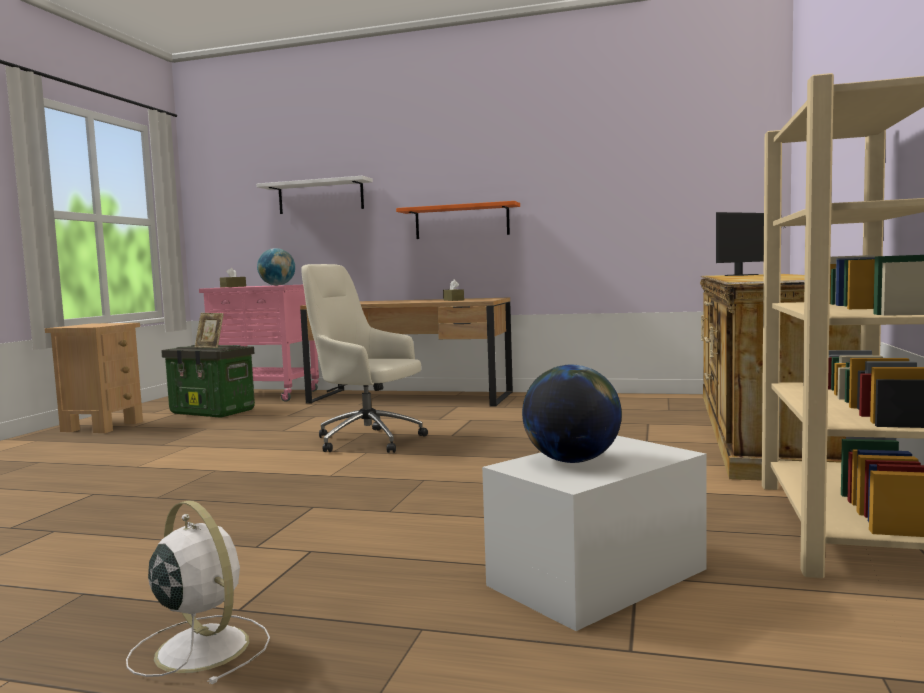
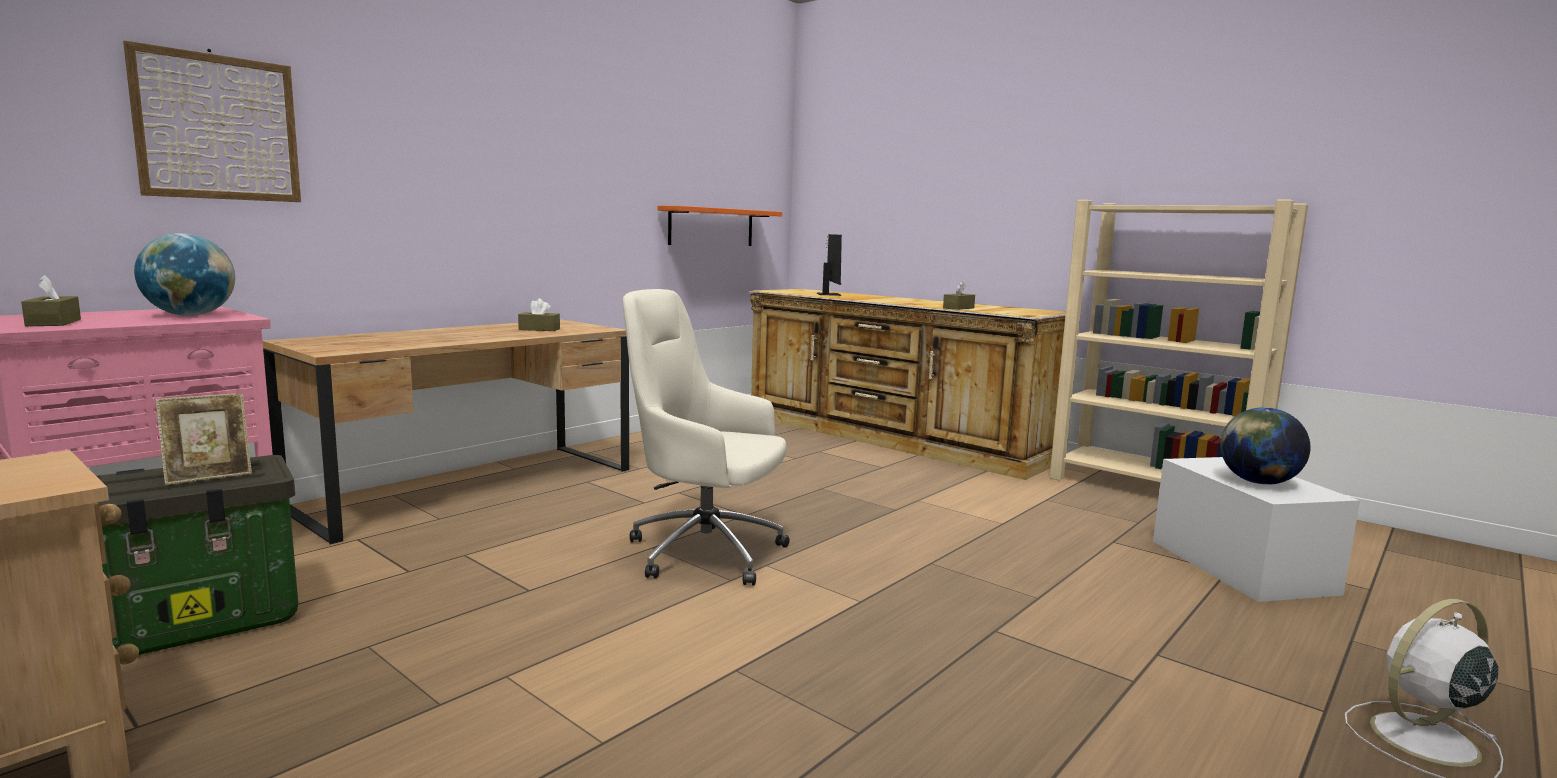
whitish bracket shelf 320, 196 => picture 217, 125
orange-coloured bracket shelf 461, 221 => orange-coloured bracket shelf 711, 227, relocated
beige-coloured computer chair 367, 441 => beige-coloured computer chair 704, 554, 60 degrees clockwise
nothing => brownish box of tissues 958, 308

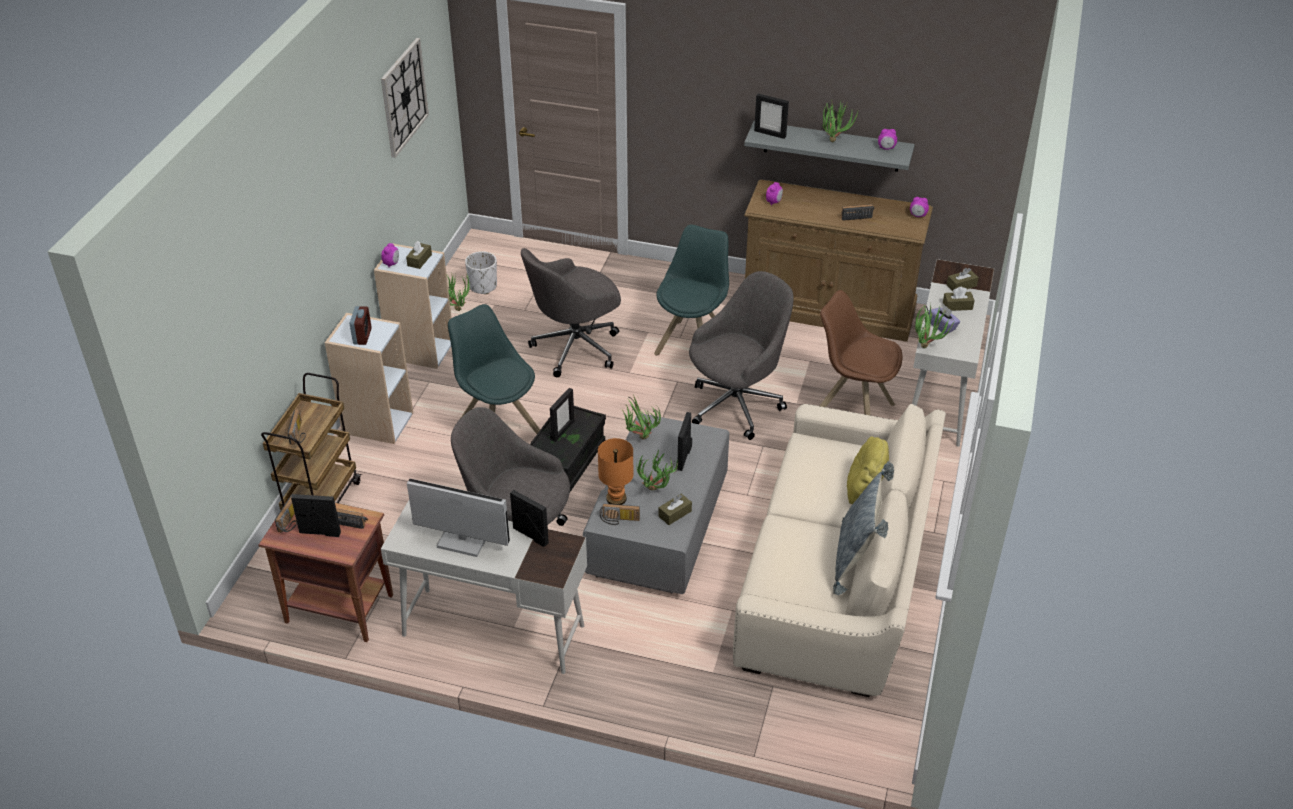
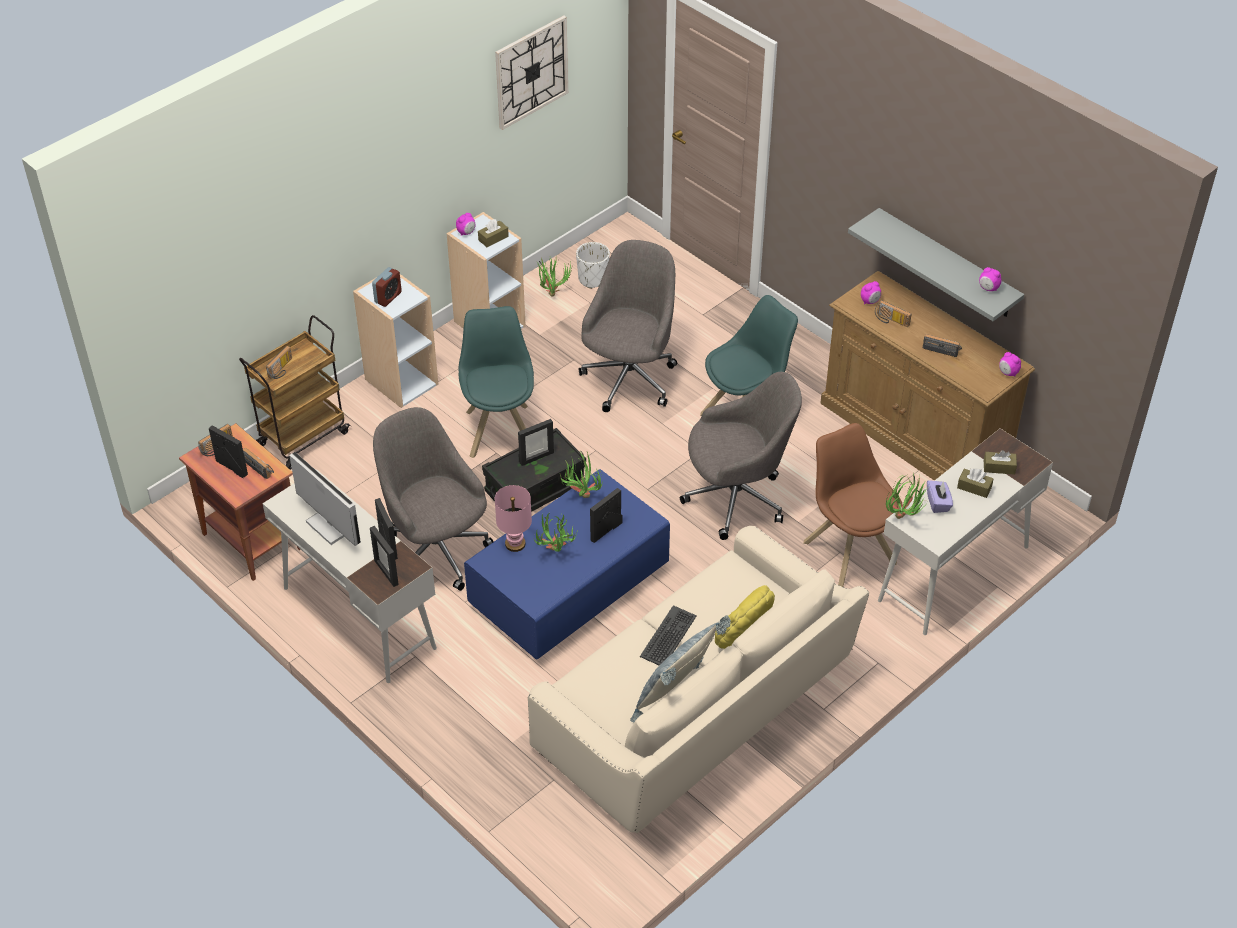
standing frame 770, 133 => standing frame 387, 572, relocated
potted plant 834, 139 => nothing
greyish computer chair 575, 349 => greyish computer chair 629, 379, 120 degrees clockwise
greyish coffee table 658, 528 => bluish coffee table 569, 589
orange-coloured table lamp 616, 498 => pinkish table lamp 515, 543
brownish box of tissues 675, 514 => nothing
radio set 619, 520 => radio set 890, 320, relocated
nothing => keyboard 669, 637

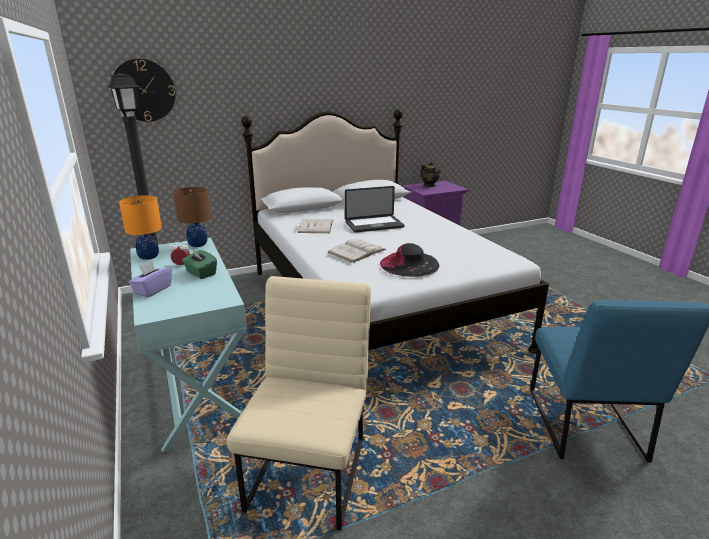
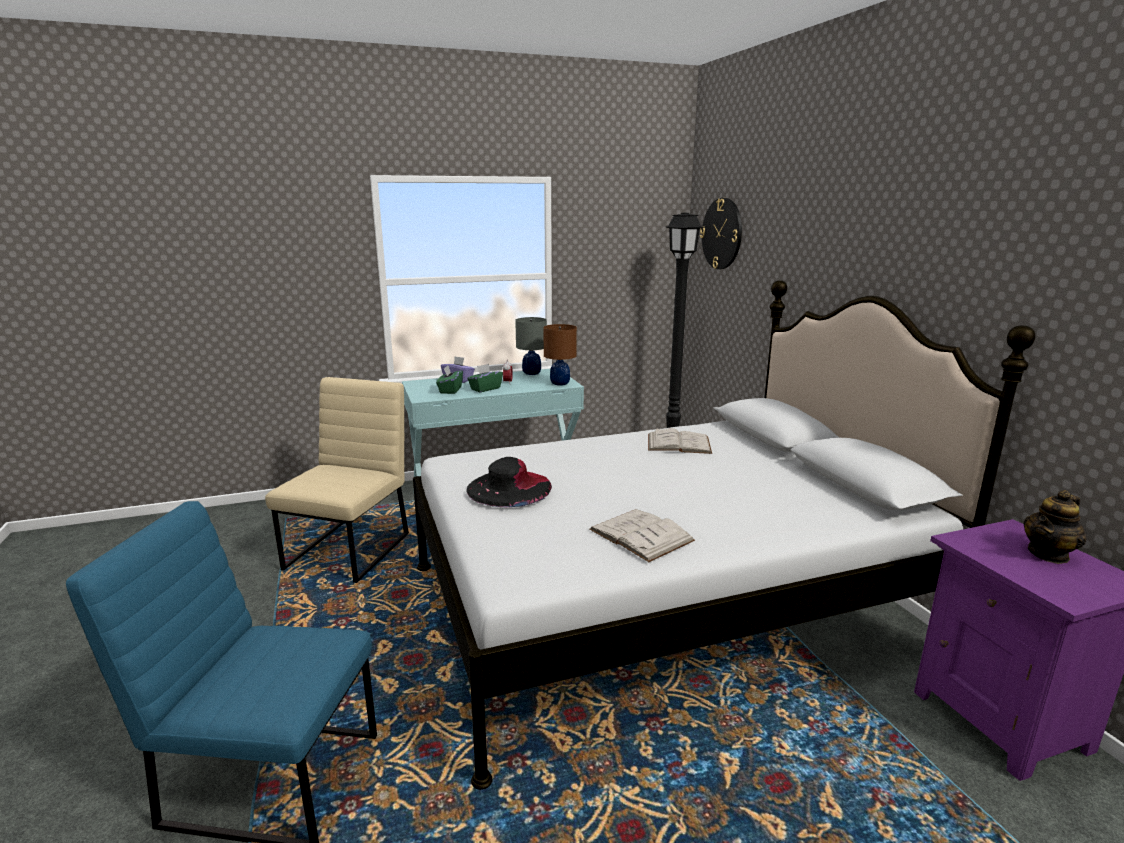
laptop 374, 225 => nothing
orange-coloured table lamp 150, 257 => greyish table lamp 532, 374
whitish bound book 357, 251 => whitish bound book 641, 535, relocated
beige-coloured chair 310, 470 => beige-coloured chair 351, 549, 90 degrees counterclockwise
nothing => green box of tissues 450, 390

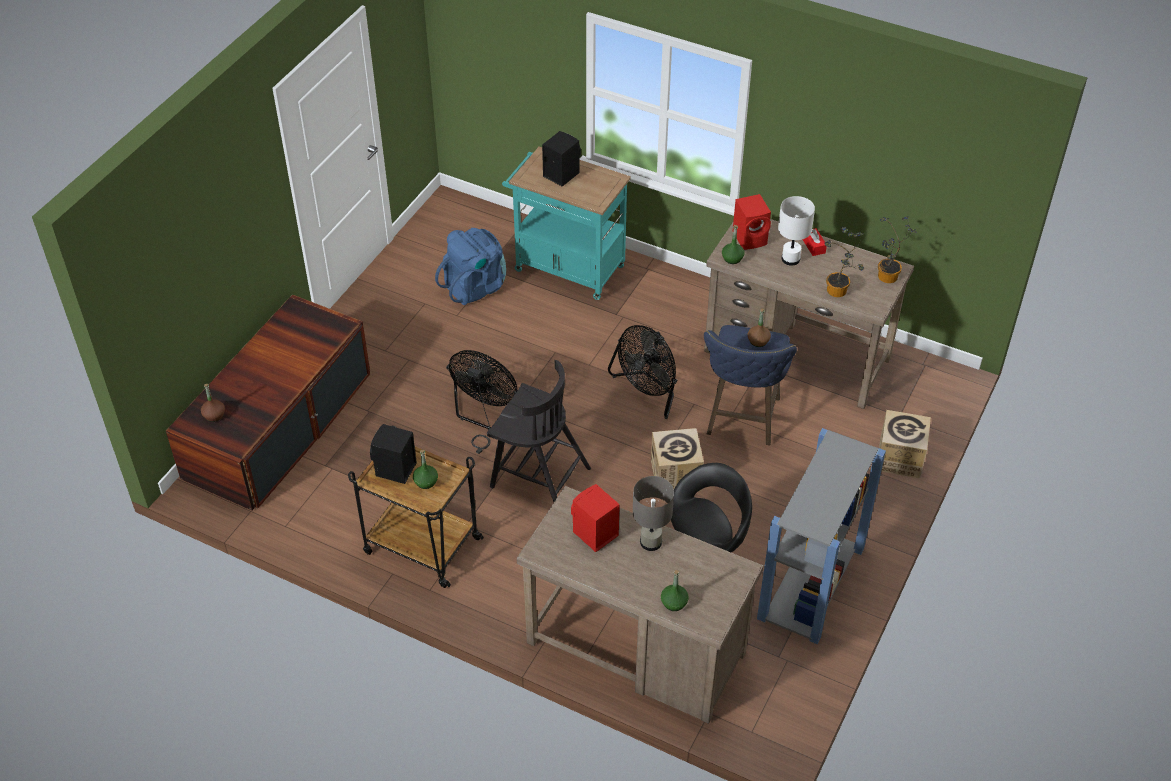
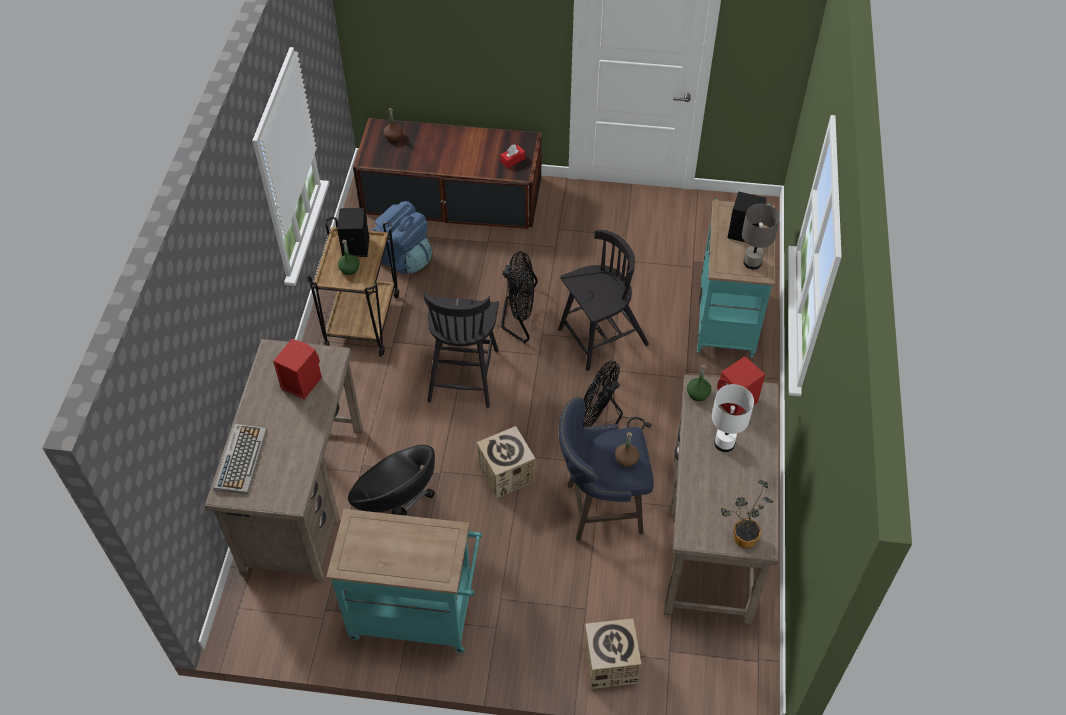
potted plant 838, 292 => nothing
bluish backpack 475, 286 => bluish backpack 403, 258, relocated
red-coloured box of tissues 813, 246 => red-coloured box of tissues 512, 160, relocated
greyish bookcase 810, 584 => turquoise-coloured wheeled cart 416, 616
greyish table lamp 650, 542 => greyish table lamp 752, 262, relocated
green drink bottle 674, 603 => keyboard 240, 459
nothing => blackish chair 601, 337

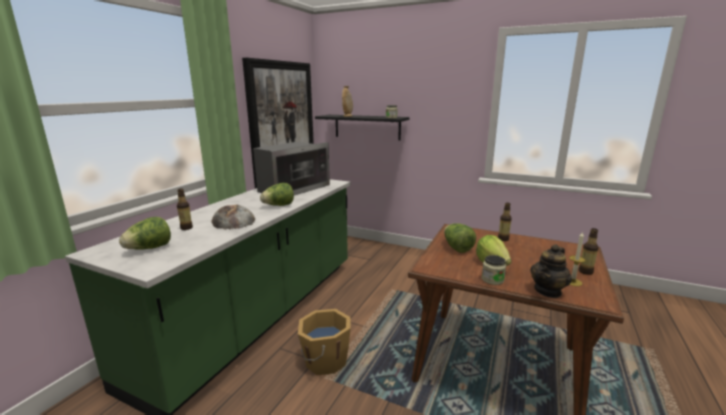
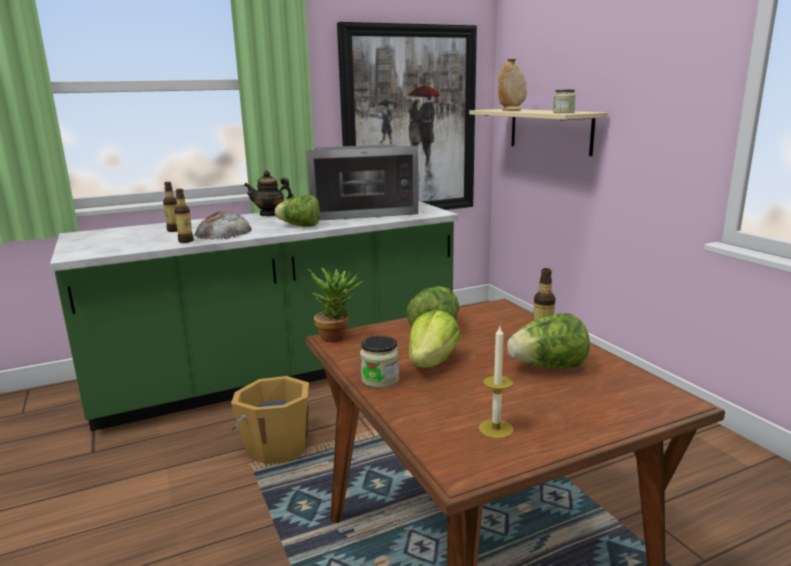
blackish bracket shelf 367, 127 => beige-coloured bracket shelf 550, 130
lettuce 149, 248 => lettuce 548, 367, relocated
drink bottle 585, 272 => drink bottle 186, 241, relocated
tea pot 548, 291 => tea pot 270, 214, relocated
nothing => potted plant 337, 336

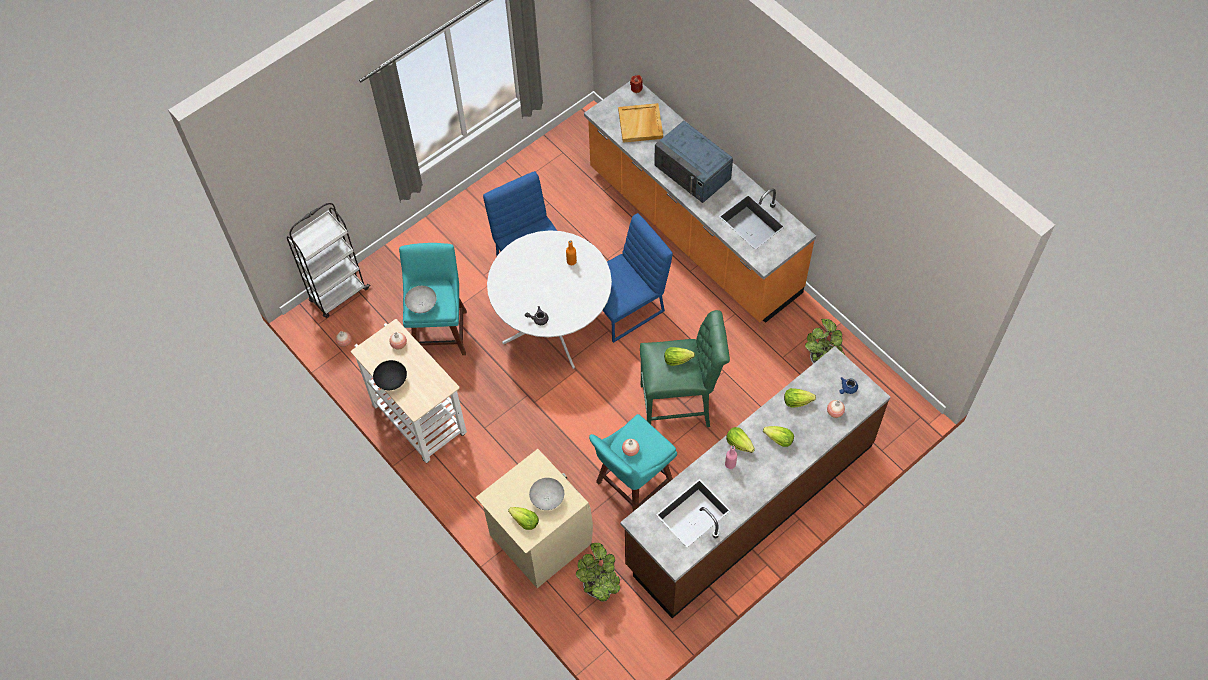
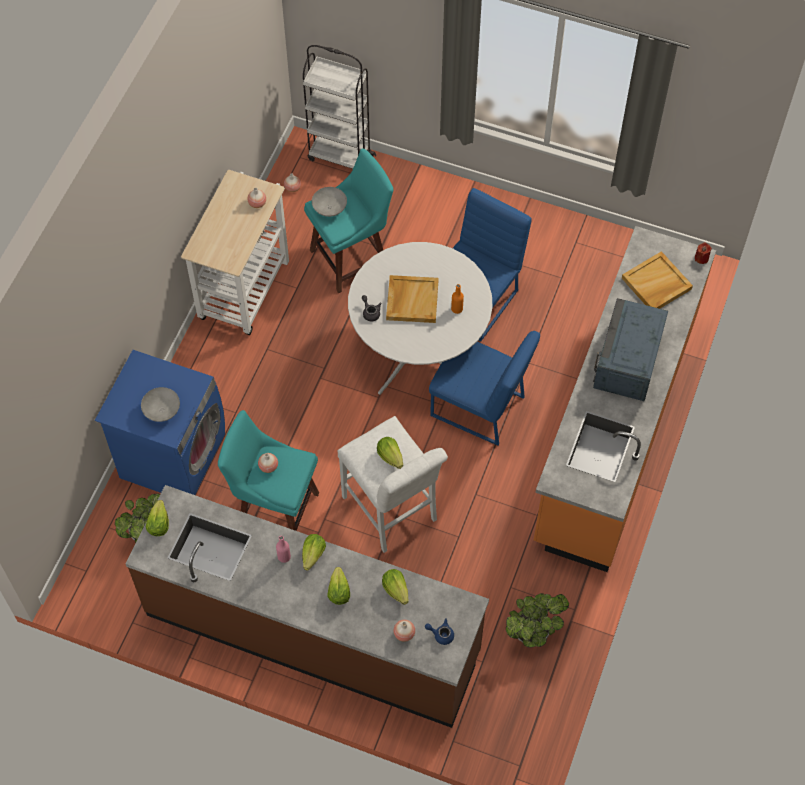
green stool 680, 406 => whitish stool 392, 513
blackish deep dish 392, 380 => nothing
beige-coloured laundry machine 538, 539 => bluish laundry machine 171, 454
lettuce 525, 521 => lettuce 159, 524, relocated
nothing => beige-coloured carrying tray 412, 300

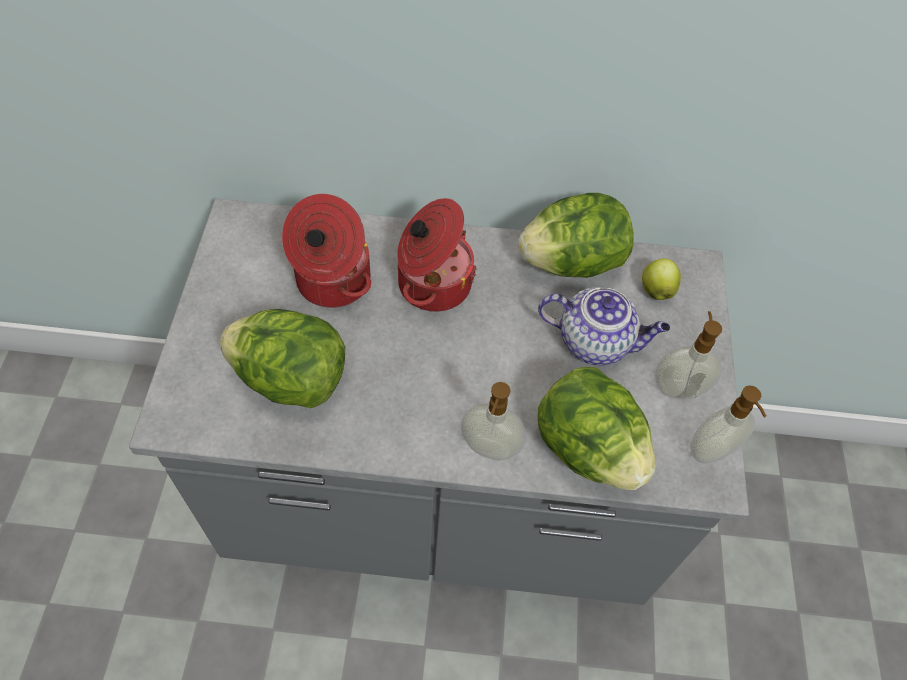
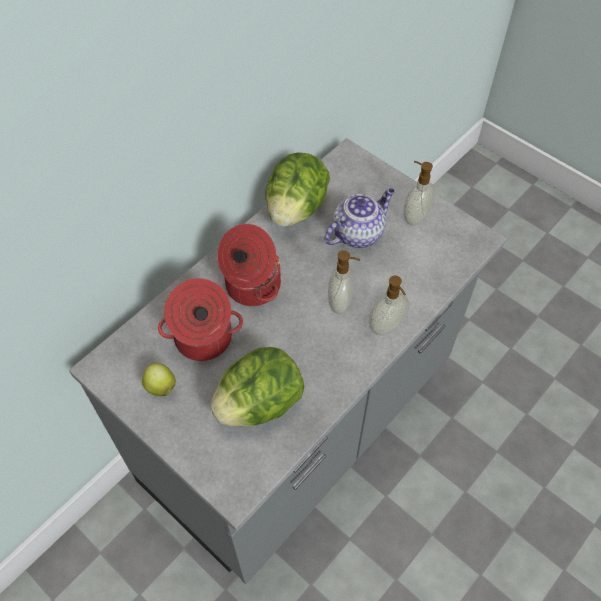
whole apple 656, 290 => whole apple 160, 386, relocated
lettuce 588, 448 => nothing
soap dispenser 712, 452 => soap dispenser 341, 302, relocated

